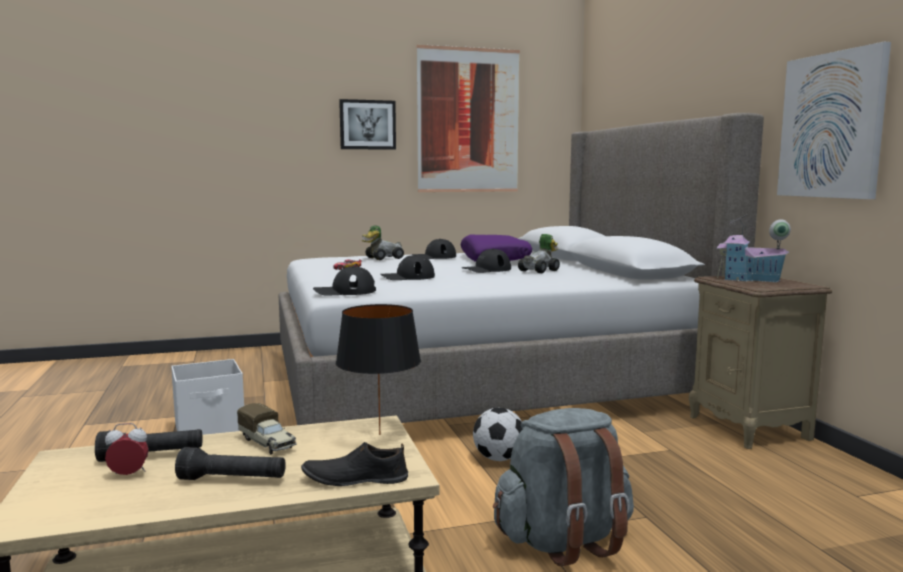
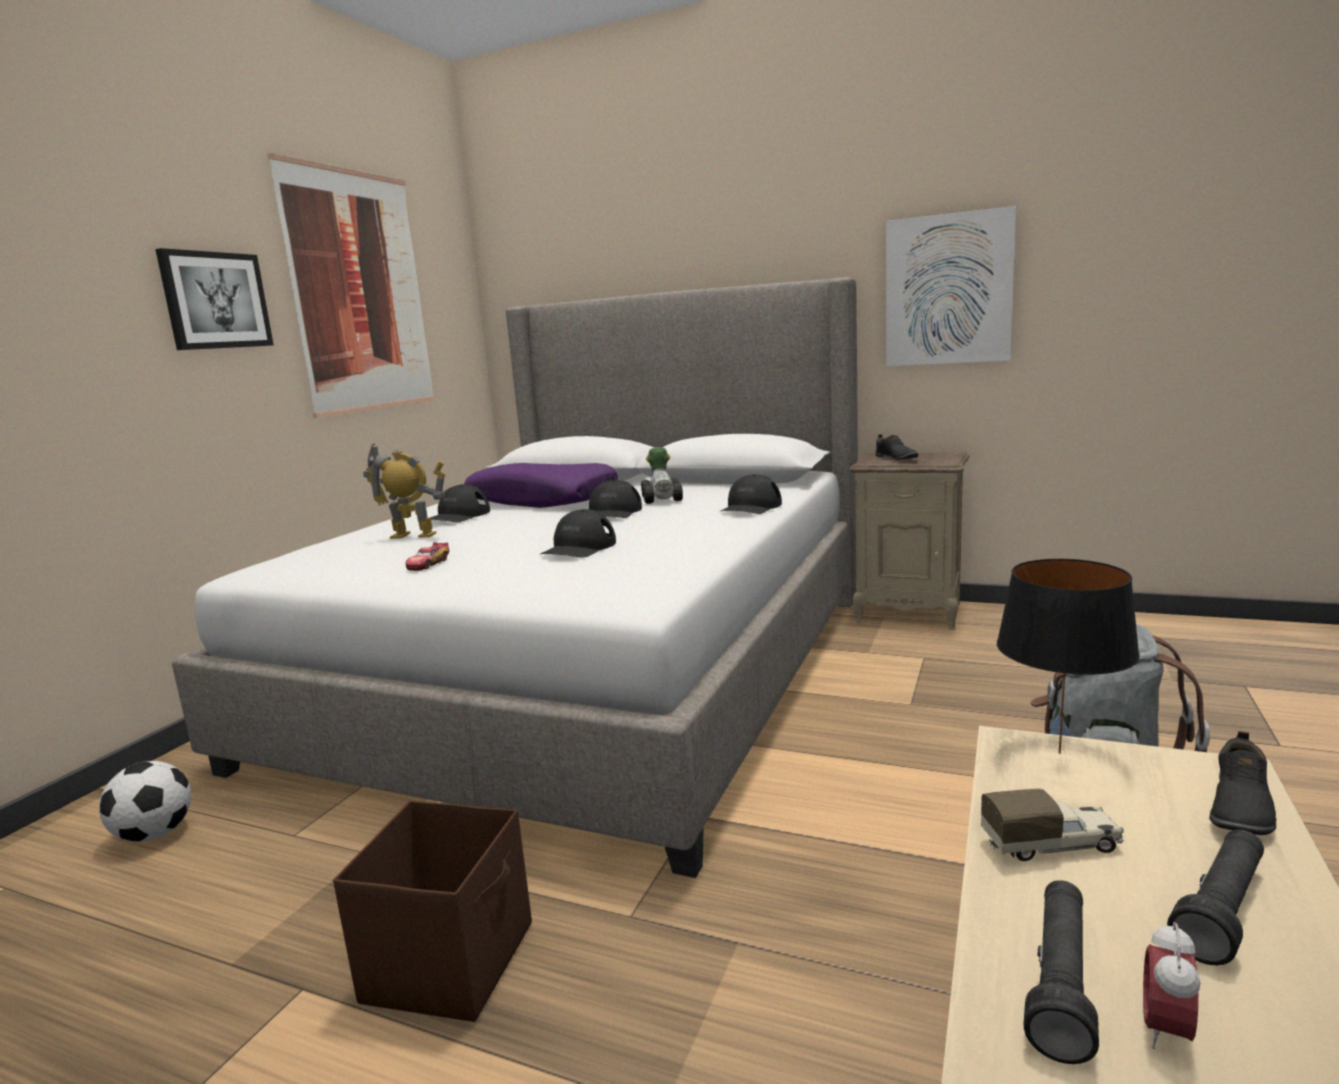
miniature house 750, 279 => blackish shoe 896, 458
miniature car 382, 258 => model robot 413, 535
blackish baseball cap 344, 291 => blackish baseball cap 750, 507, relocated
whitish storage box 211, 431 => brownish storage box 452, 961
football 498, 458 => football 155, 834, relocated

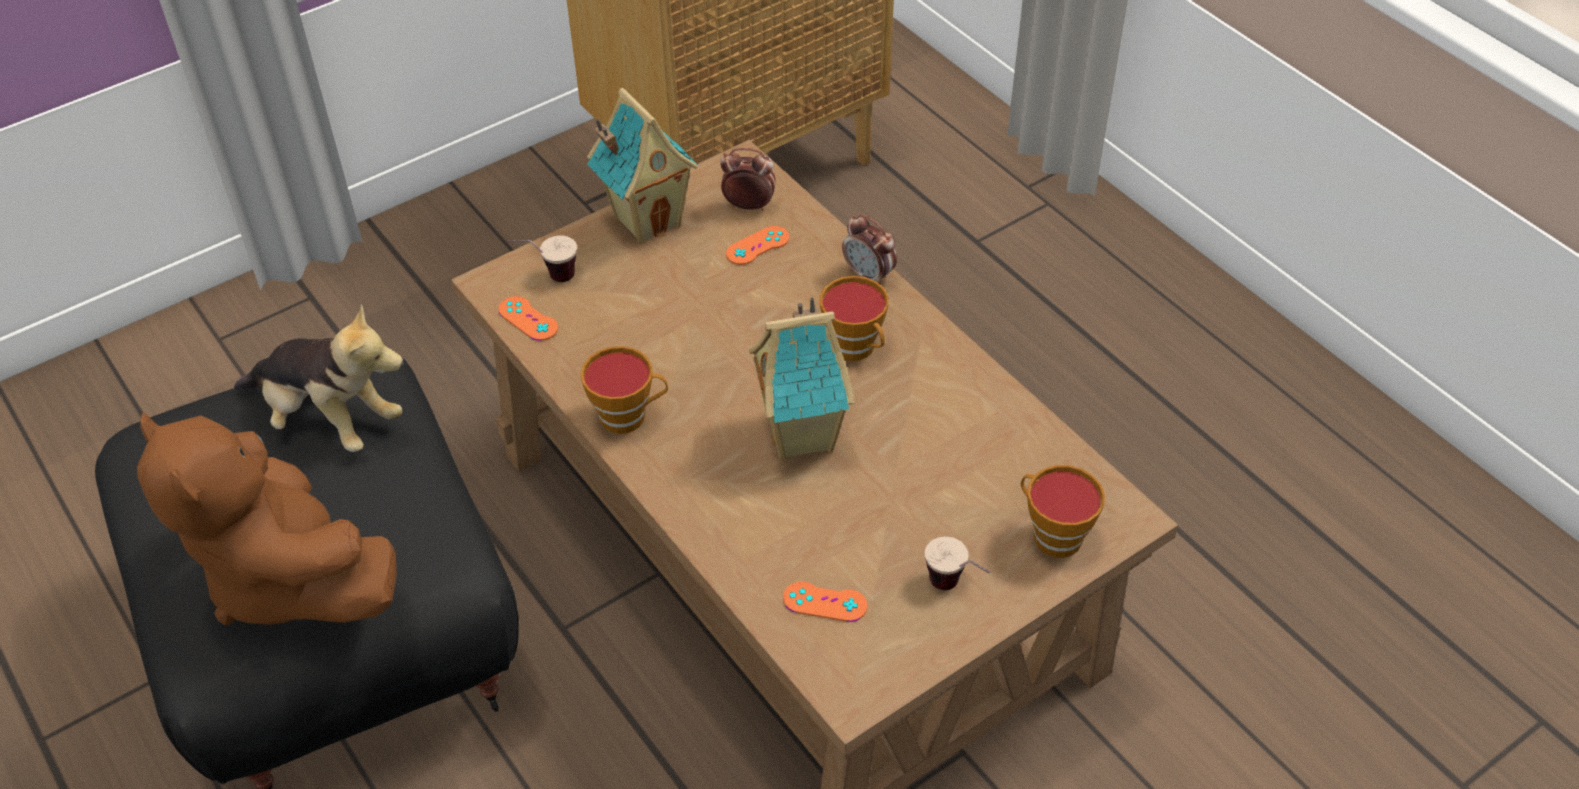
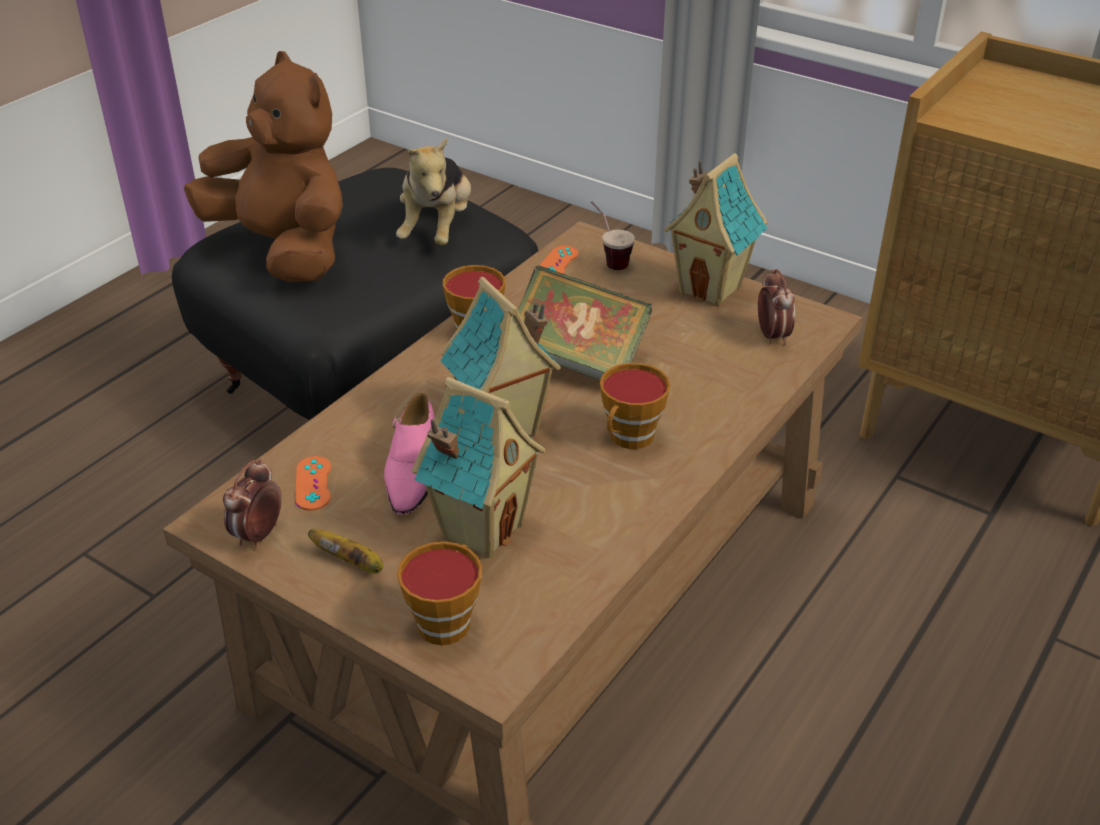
alarm clock 869, 275 => alarm clock 258, 535, relocated
orange-coloured game controller 757, 246 => nothing
brownish soft toy 289, 576 => brownish soft toy 284, 250, 105 degrees clockwise
small cup 956, 590 => whole banana 352, 563
nothing => bound book 578, 360
nothing => miniature house 481, 529
nothing => pinkish shoe 411, 472

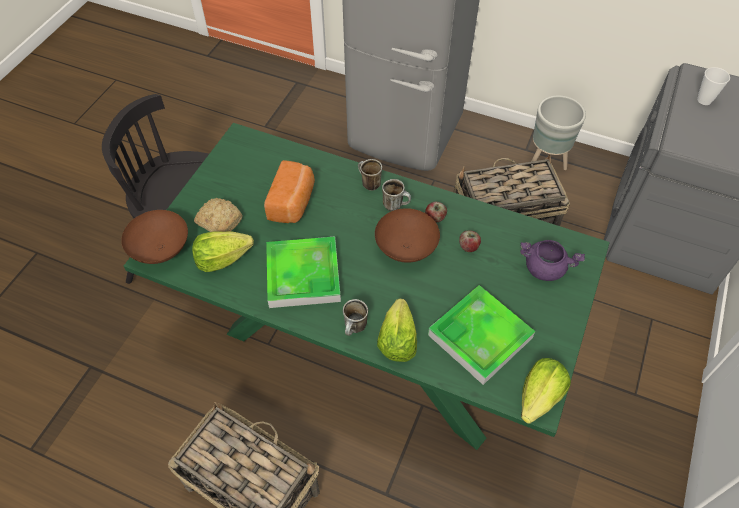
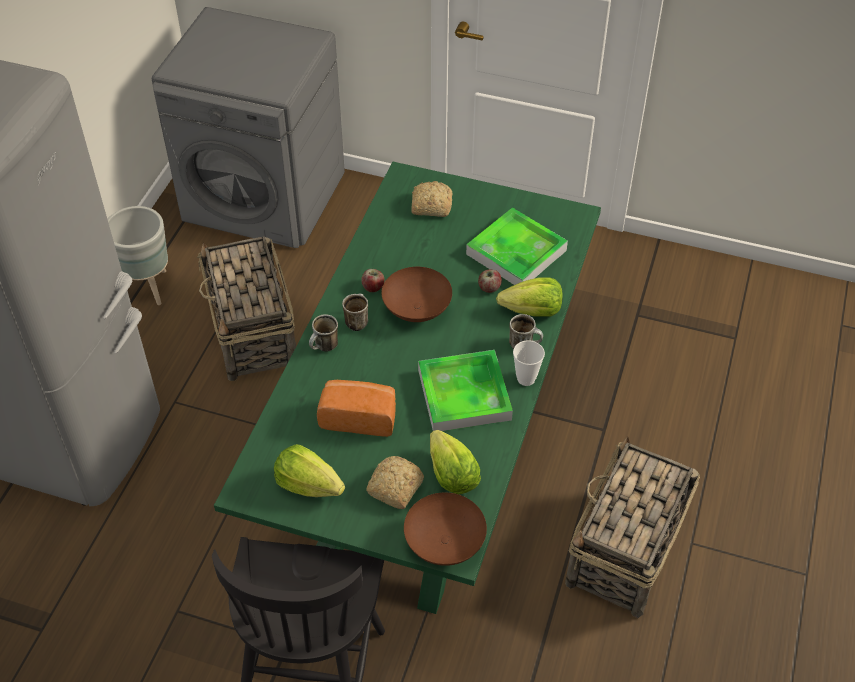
small cup 704, 100 => small cup 526, 378, relocated
whole apple 468, 247 => whole apple 489, 288, relocated
purplish cooking pot 545, 268 => baked bread 430, 206
lettuce 539, 397 => lettuce 308, 485, relocated

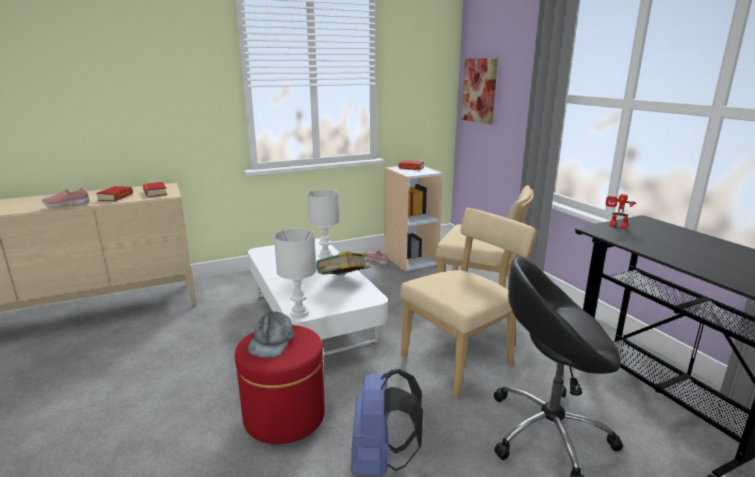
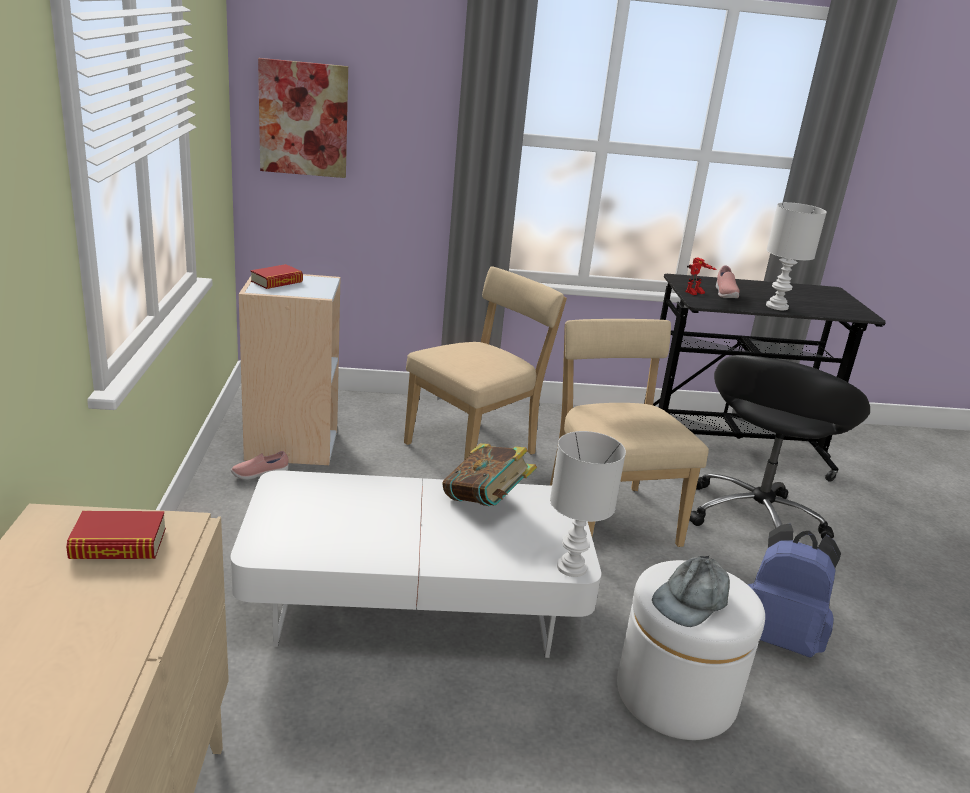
bound book 115, 197 => nothing
pinkish shoe 67, 205 => pinkish shoe 725, 293, relocated
whitish table lamp 325, 255 => whitish table lamp 777, 307, relocated
greyish baseball cap 271, 341 => greyish baseball cap 691, 600, 105 degrees clockwise
red-coloured ottoman 284, 416 => whitish ottoman 676, 695

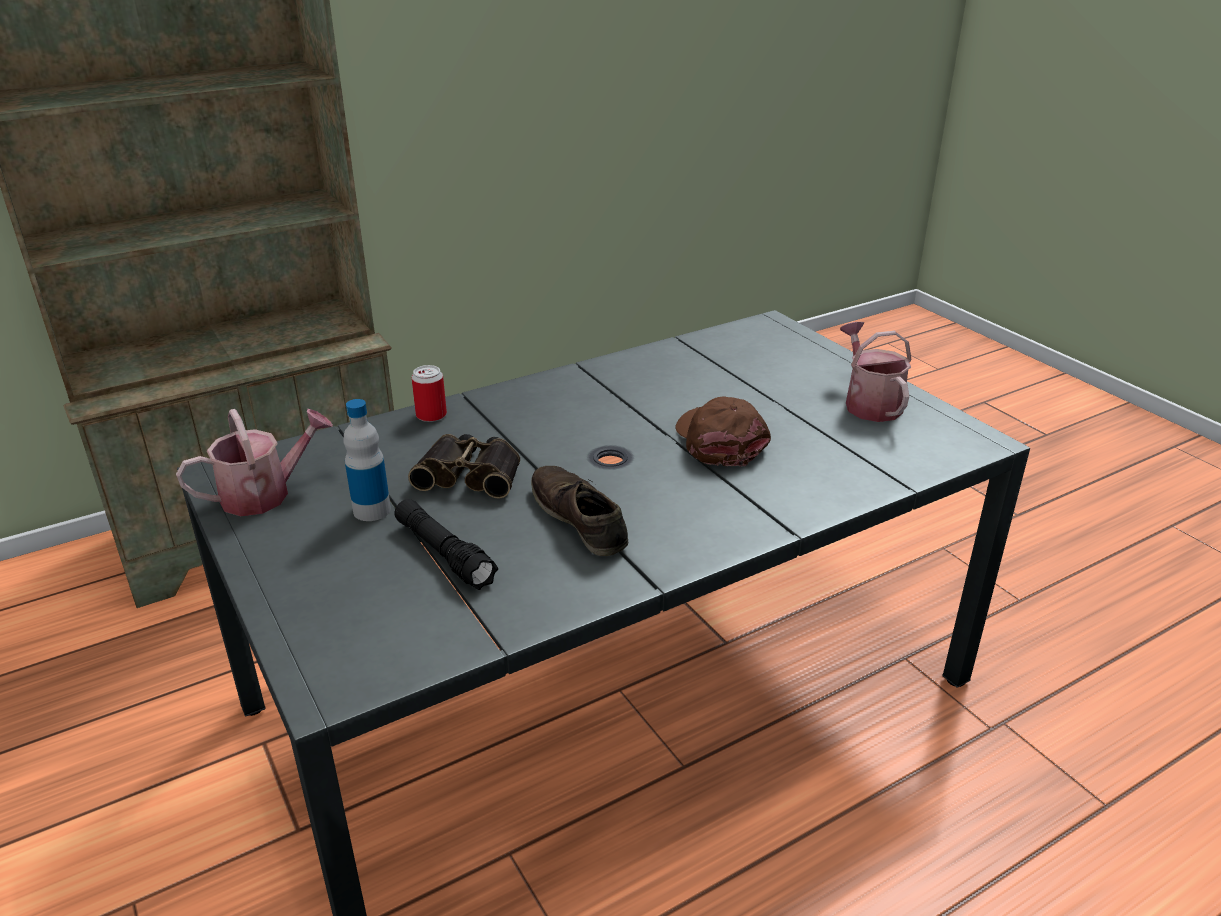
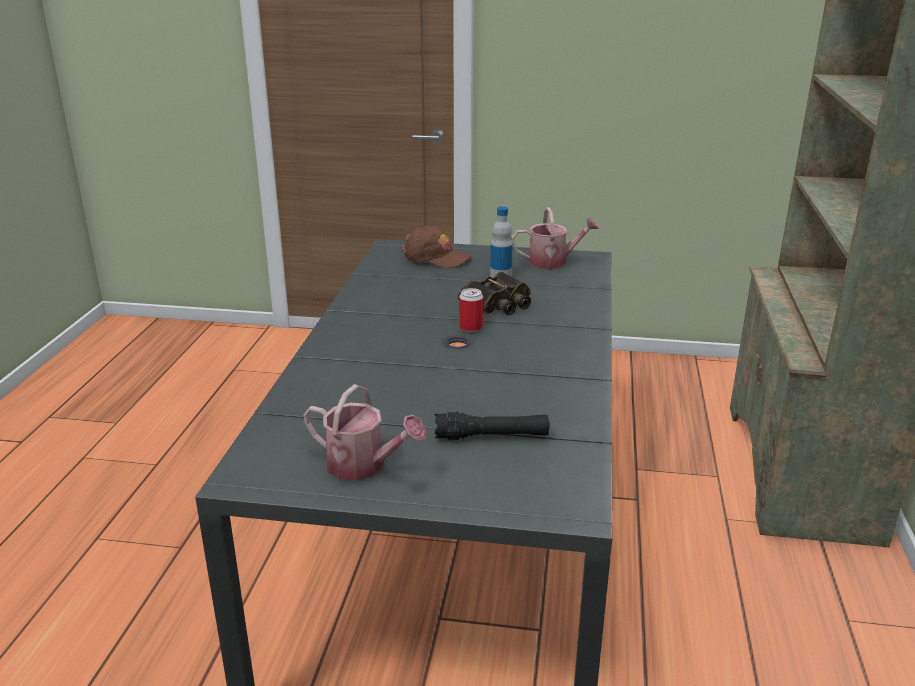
metal can 431, 415 => metal can 470, 327, relocated
brownish baseball cap 719, 441 => brownish baseball cap 435, 257, relocated
sprinkling can 265, 494 => sprinkling can 553, 261, 105 degrees counterclockwise
brownish shoe 579, 518 => nothing
blackish hand torch 444, 554 => blackish hand torch 491, 436, relocated

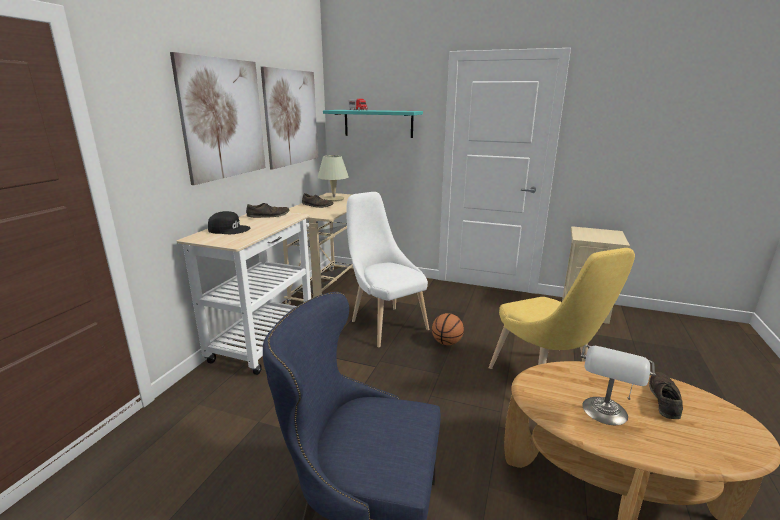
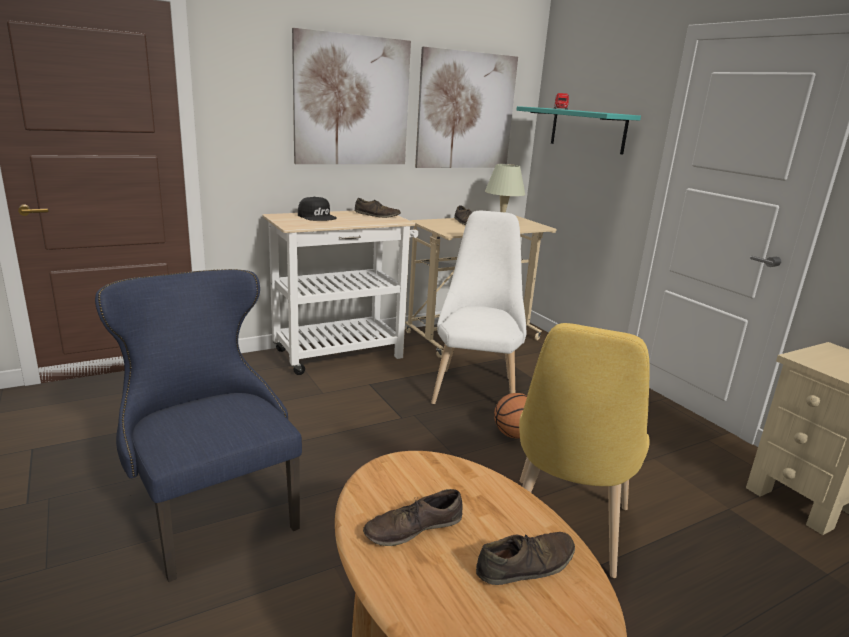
whitish table lamp 605, 416 => brownish shoe 413, 528

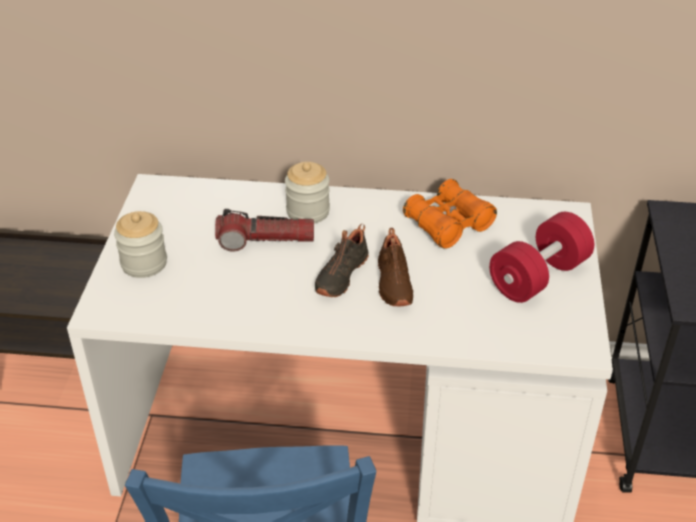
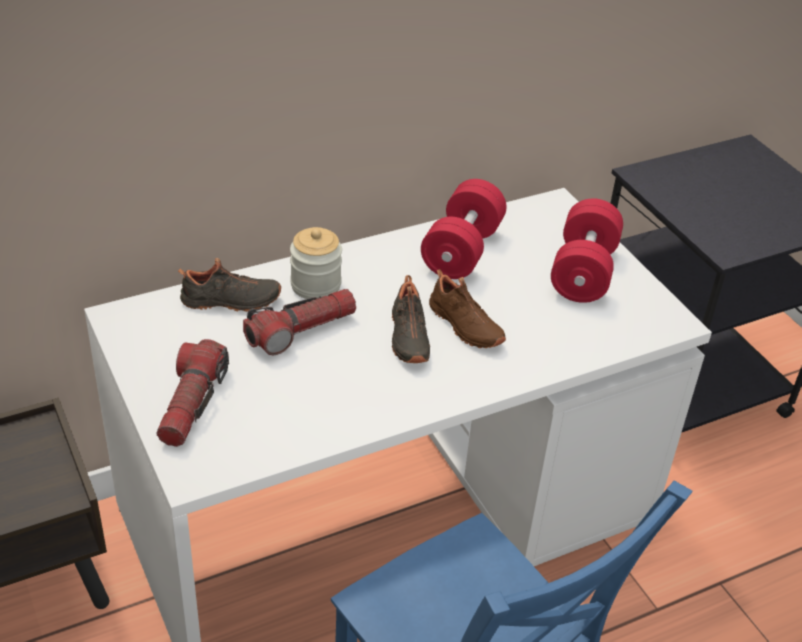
orange-coloured binoculars 448, 224 => red-coloured free weight 462, 250
jar 144, 263 => hand torch 192, 404
nothing => blackish shoe 231, 302

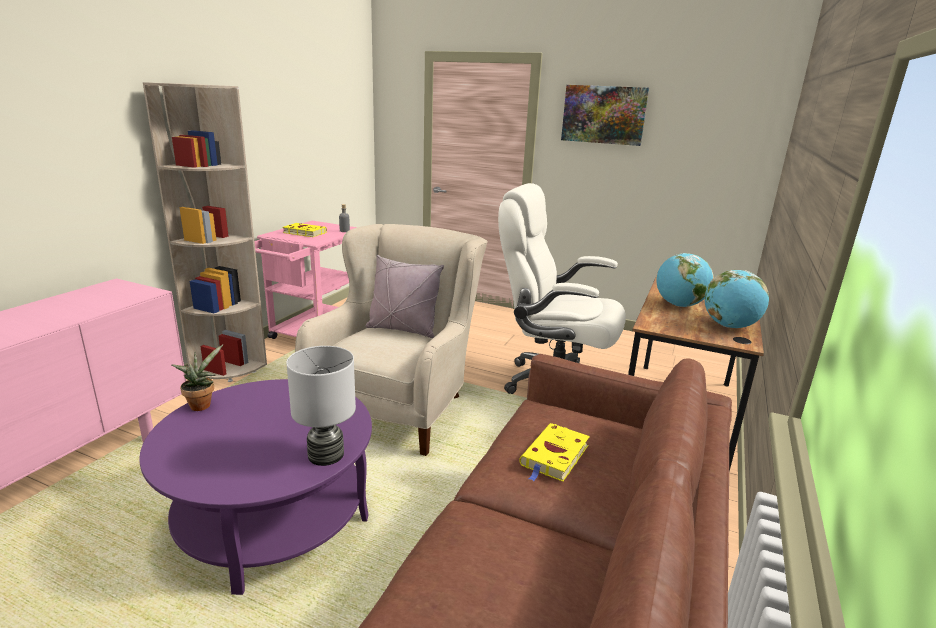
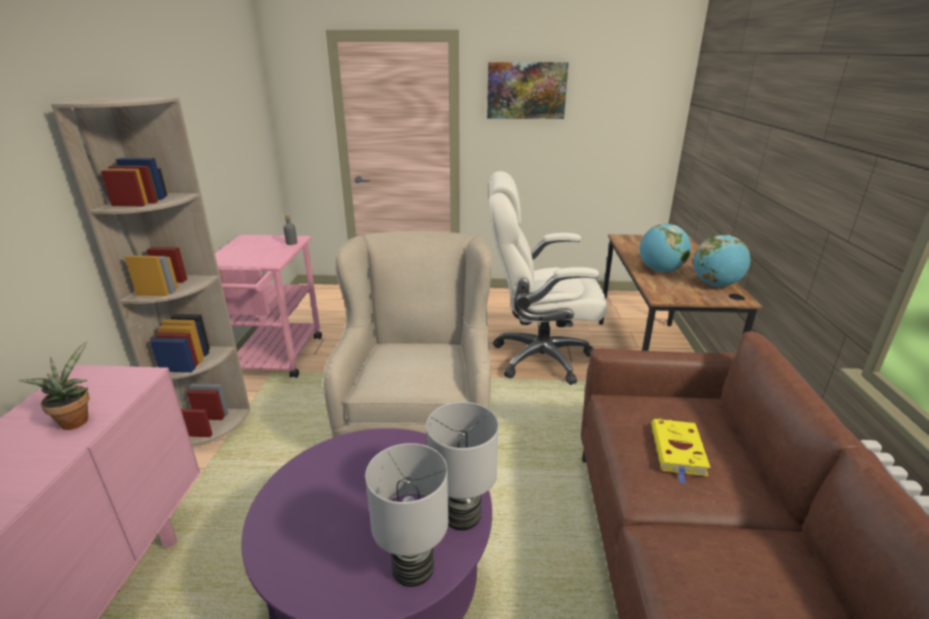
yellowish bound book 303, 232 => nothing
purplish cushion 403, 330 => nothing
potted plant 201, 404 => potted plant 76, 420, relocated
nothing => greyish table lamp 412, 568

